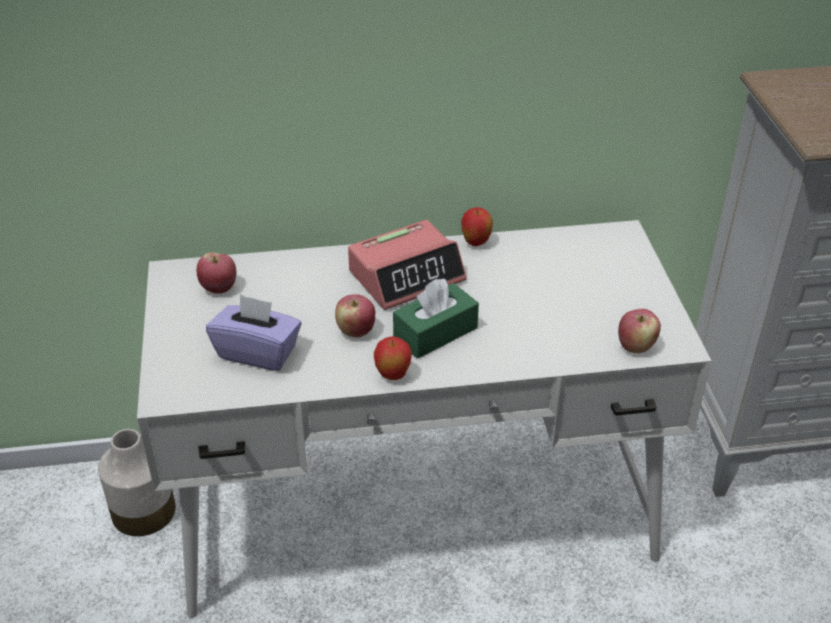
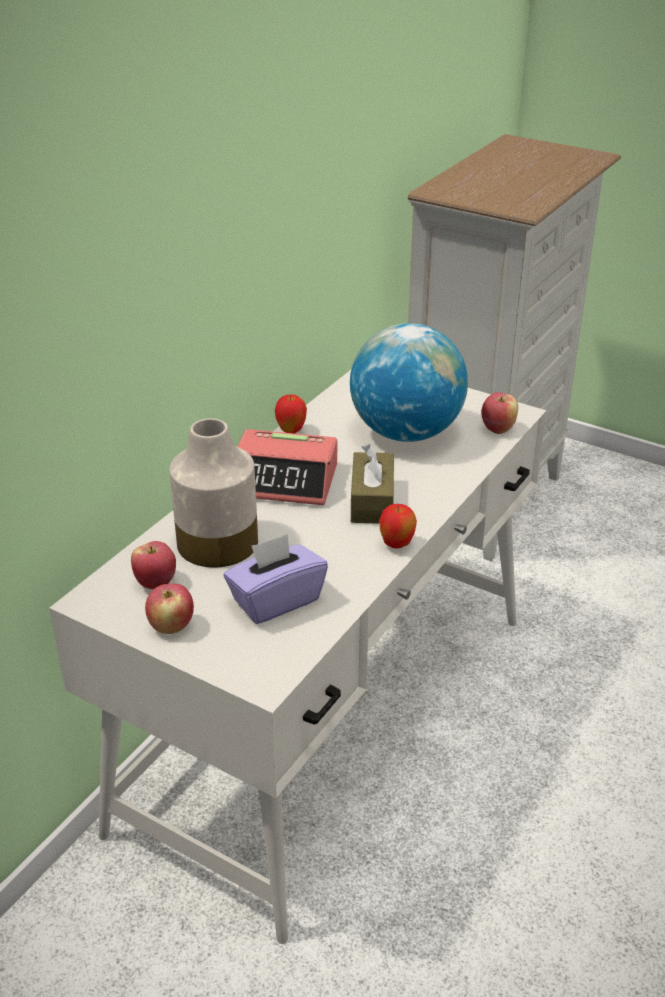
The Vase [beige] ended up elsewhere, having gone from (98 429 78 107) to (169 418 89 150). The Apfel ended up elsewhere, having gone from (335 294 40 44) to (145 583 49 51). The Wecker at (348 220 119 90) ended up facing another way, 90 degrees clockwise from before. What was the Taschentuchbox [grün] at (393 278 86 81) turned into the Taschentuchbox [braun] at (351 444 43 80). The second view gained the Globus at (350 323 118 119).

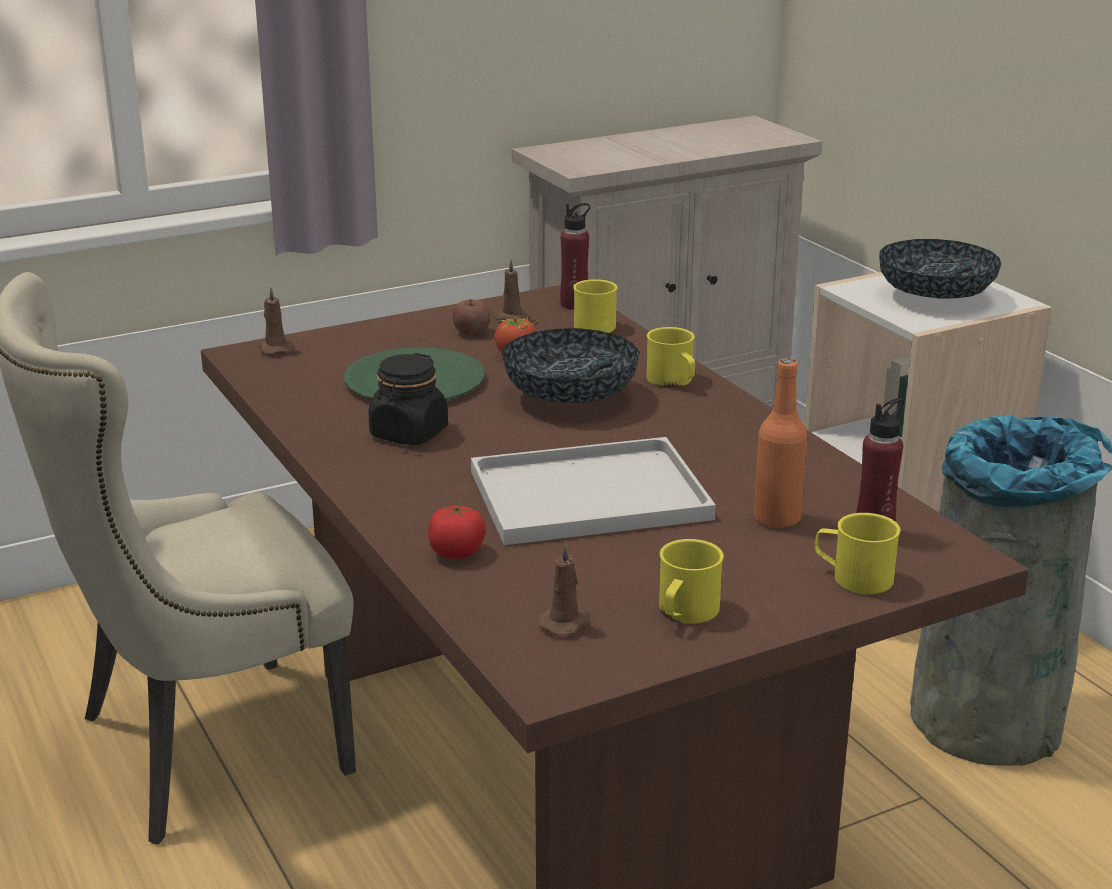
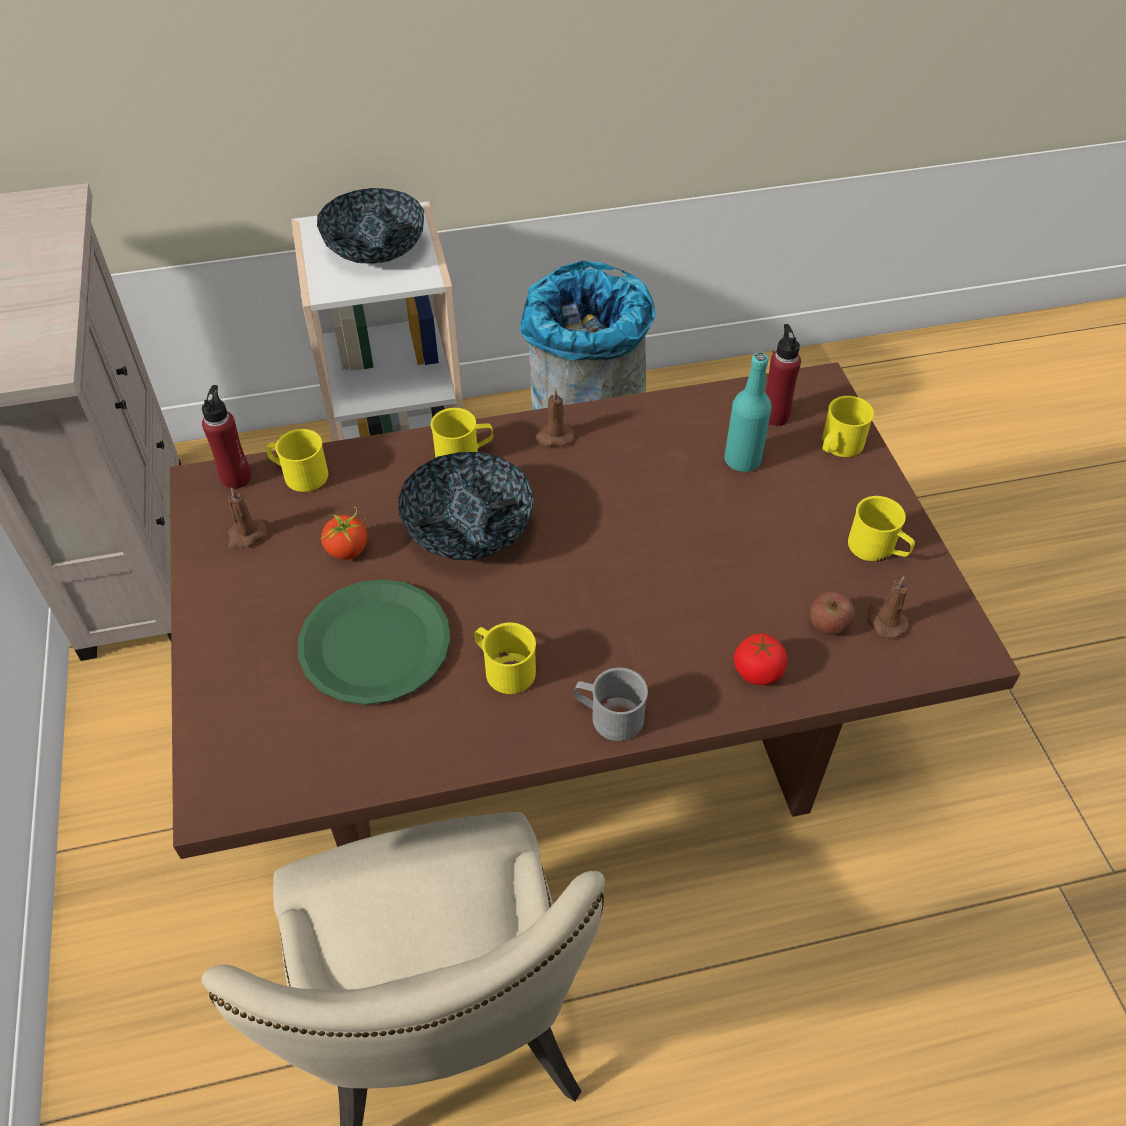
The Kerze [braun] ended up elsewhere, having gone from (259 287 35 68) to (534 388 40 59). Where the Vorratsglas [schwarz] stood at (368 353 80 92), the Henkelbecher [gelb] came to stand at (475 622 61 72). The Apfel ended up elsewhere, having gone from (453 299 38 37) to (810 591 45 44). The second view lost the Tablett [weiß] at (471 437 245 108). What was the Flasche [orange] at (754 358 53 171) turned into the Flasche [türkis] at (724 352 48 120). The second view gained the Henkelbecher [grau] at (575 667 73 74).

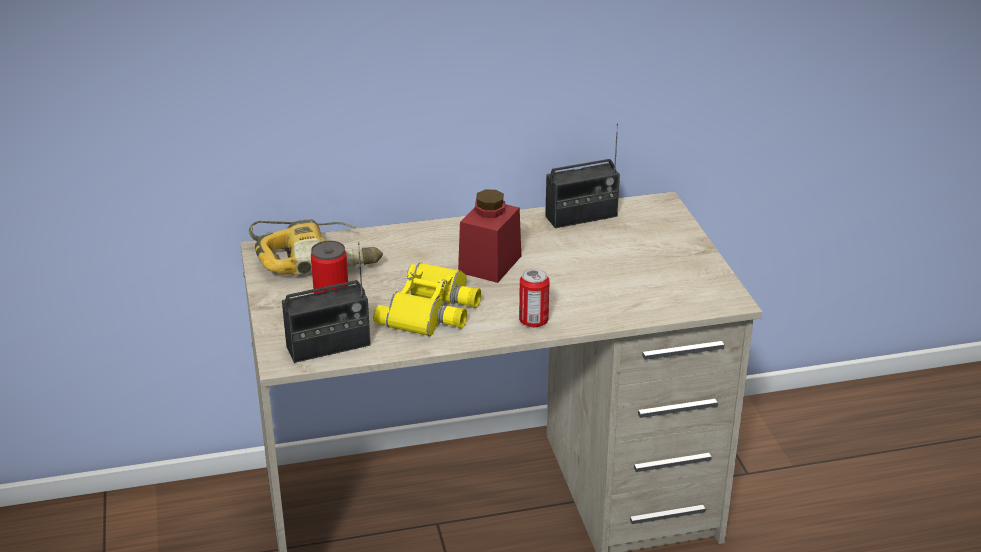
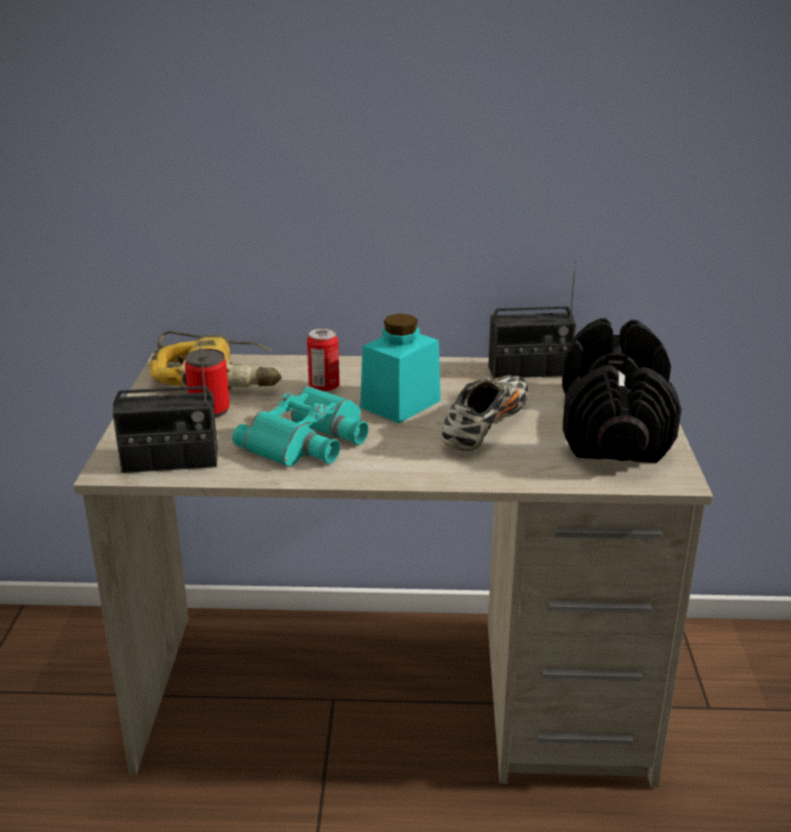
What was the Fernglas [gelb] at (374 262 107 74) turned into the Fernglas [türkis] at (232 386 137 81). What was the Vorratsglas [rot] at (458 189 63 94) turned into the Vorratsglas [türkis] at (360 314 81 109). The Dose ended up elsewhere, having gone from (519 268 31 59) to (307 328 33 64). The second view gained the Schuh at (441 375 88 76). The second view gained the Hantel [schwarz] at (562 318 119 145).

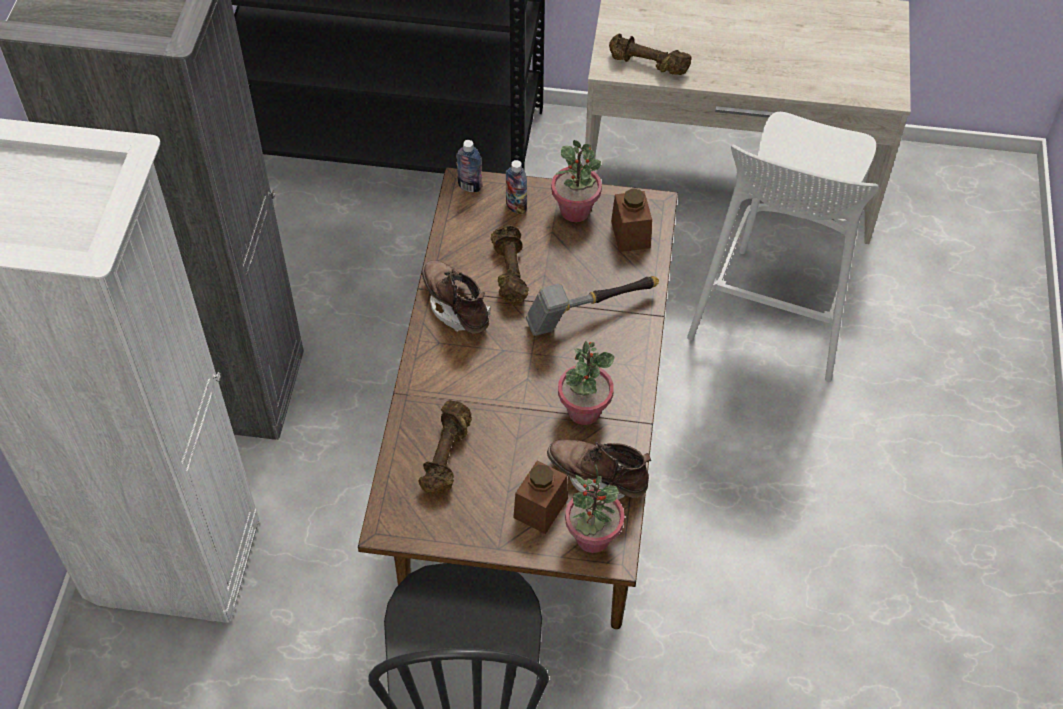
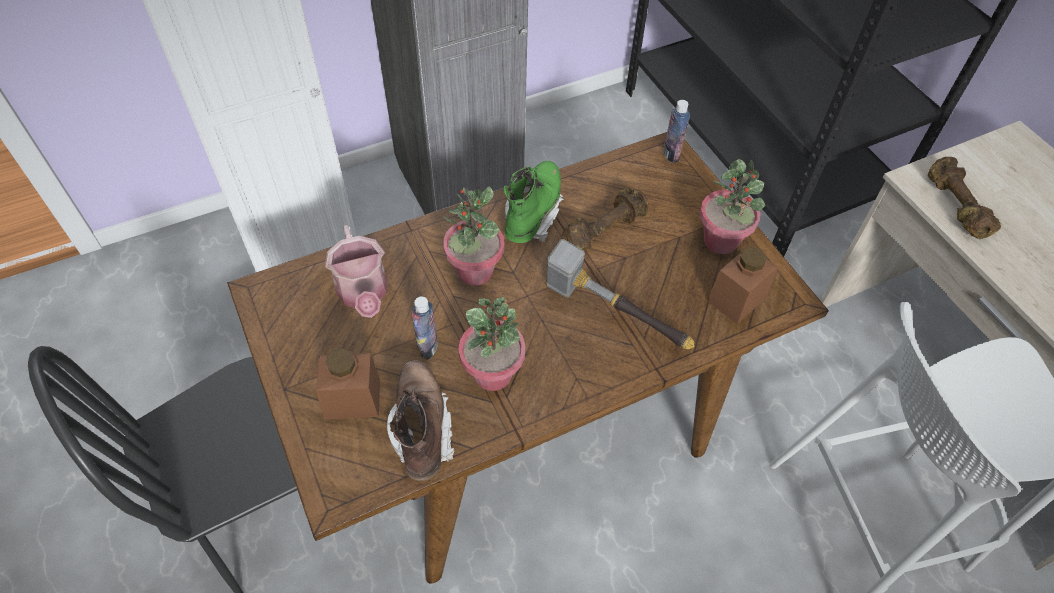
Where the Hantel [braun] stood at (418 400 54 94), the Gießkanne came to stand at (325 225 63 93). What was the Stiefel [braun] at (422 260 70 74) turned into the Stiefel [grün] at (503 161 61 82). The Flasche ended up elsewhere, having gone from (506 160 21 54) to (412 296 26 64). The Topfpflanze ended up elsewhere, having gone from (565 464 60 89) to (443 187 61 99).

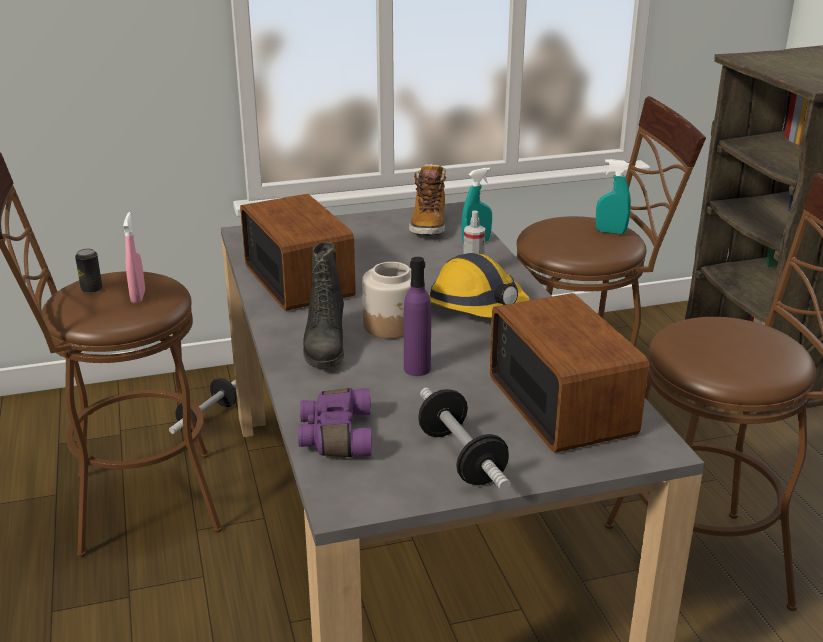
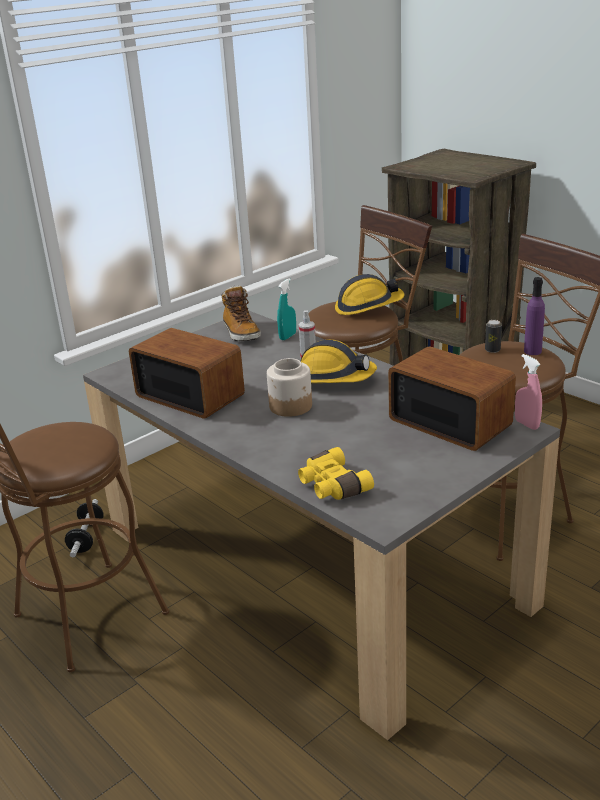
The Dose ended up elsewhere, having gone from (75 249 27 45) to (485 320 17 33). The Sprühflasche [rosa] ended up elsewhere, having gone from (123 212 22 91) to (515 354 27 76). What was the Fernglas [lila] at (298 388 74 69) turned into the Fernglas [gelb] at (298 447 76 53). The second view lost the Stiefel [schwarz] at (303 242 41 127). The Flasche [lila] ended up elsewhere, having gone from (404 257 27 119) to (524 277 21 78). The second view lost the Hantel at (418 388 93 103). Where the Sprühflasche [türkis] stood at (596 159 35 75), the Schutzhelm came to stand at (335 274 69 41).

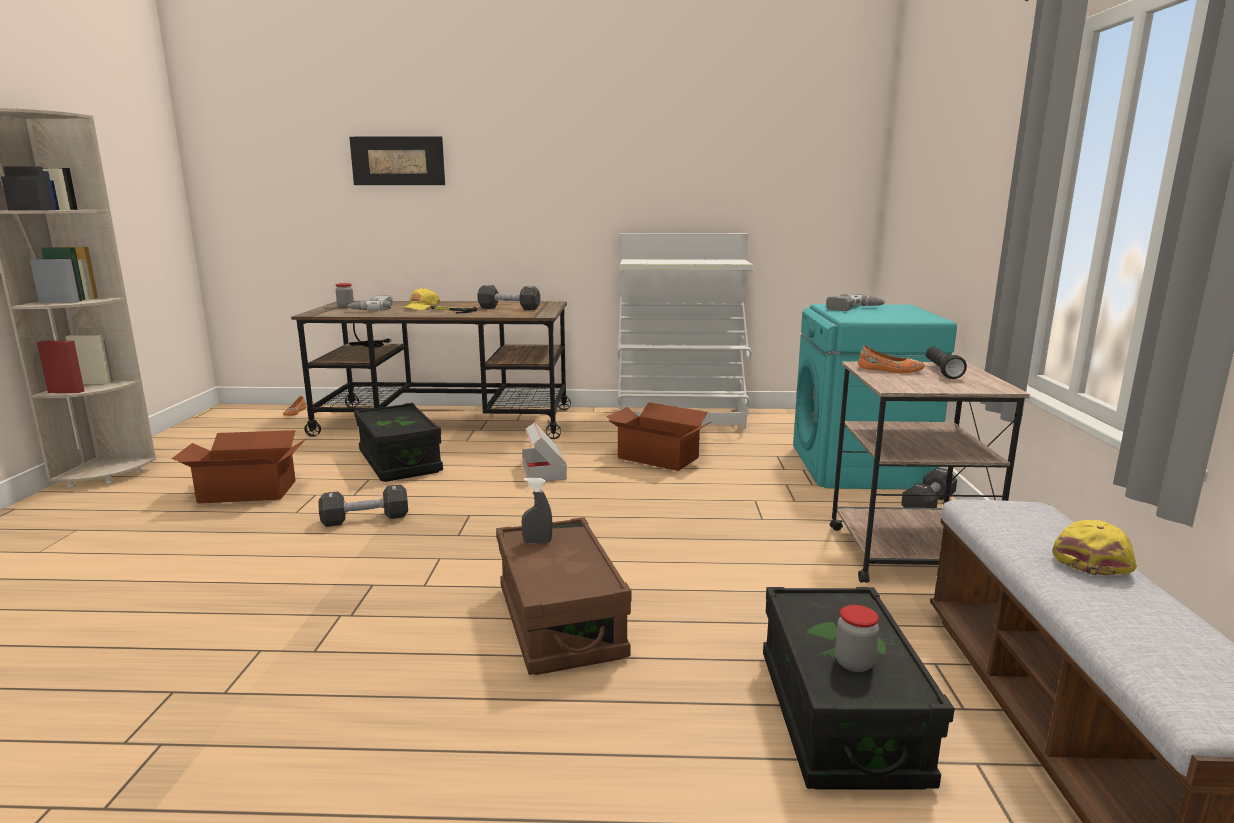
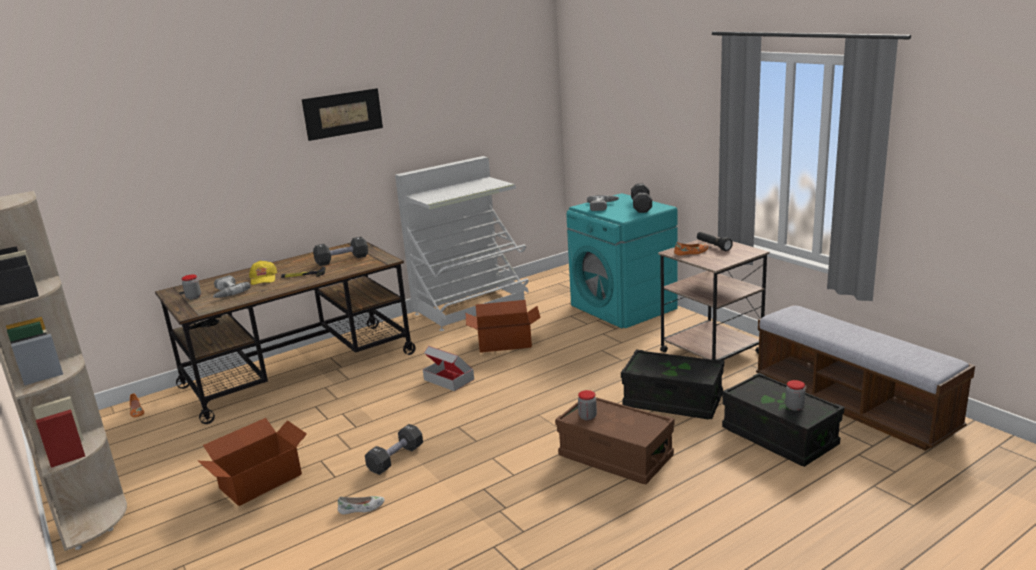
The Bild ended up elsewhere, having gone from (349 136 96 49) to (301 88 82 53). The Aufbewahrungsbox [schwarz] ended up elsewhere, having gone from (354 403 89 79) to (621 349 103 70). Where the Sprühflasche [grau] stood at (522 478 30 66), the Vorratsglas came to stand at (578 390 19 31). The Hantel [schwarz] ended up elsewhere, having gone from (901 467 56 41) to (631 184 21 29). The second view lost the Kappe [gelb] at (1052 520 85 56). The second view gained the Schuh [weiß] at (338 496 47 18).

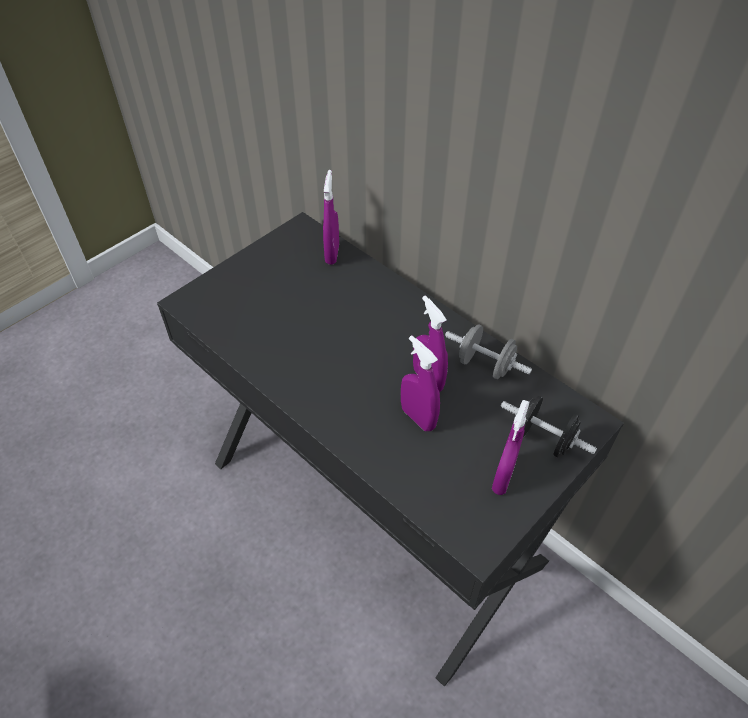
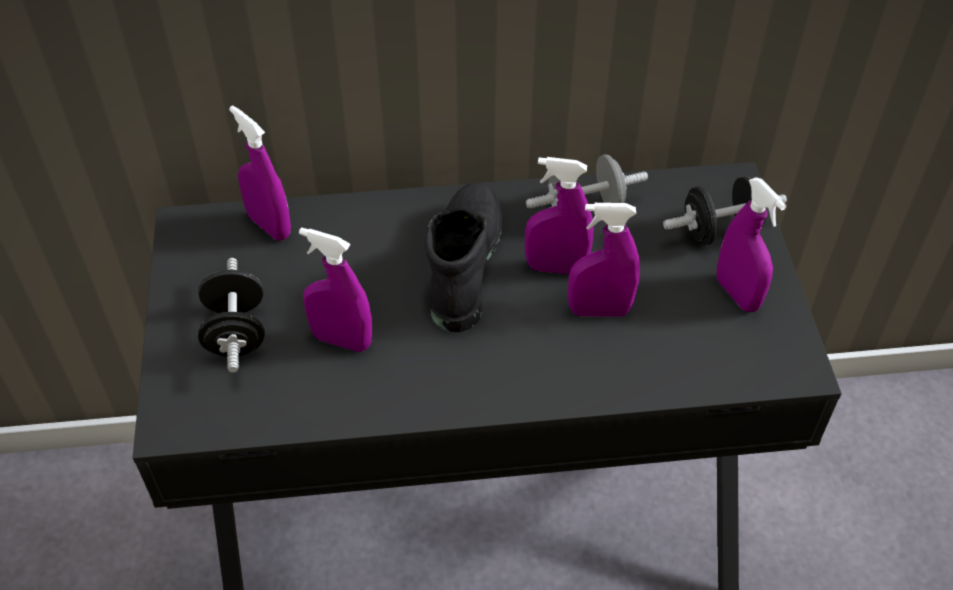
The second view gained the Hantel [schwarz] at (198 258 67 114). The second view gained the Sprühflasche [lila] at (299 228 73 124). The second view gained the Stiefel [schwarz] at (425 183 78 149).

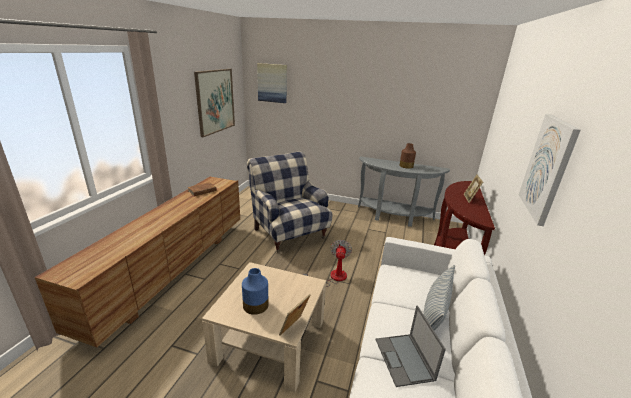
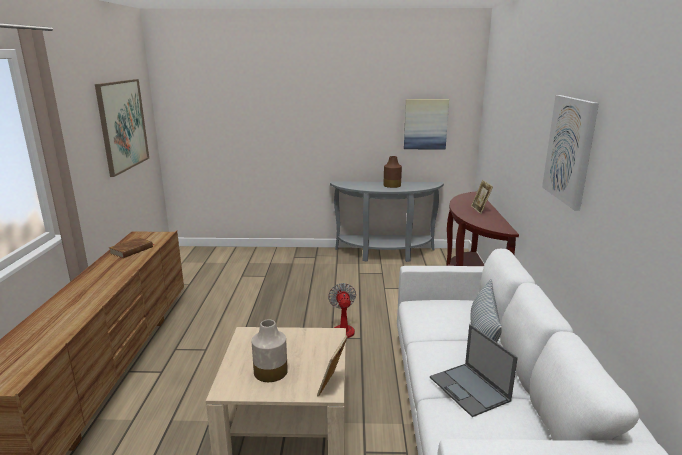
What was the Vase [blau] at (242 268 27 47) turned into the Vase [beige] at (252 319 36 63). The second view lost the Sessel at (247 152 85 100). The Bild ended up elsewhere, having gone from (257 63 30 40) to (404 99 45 50).

